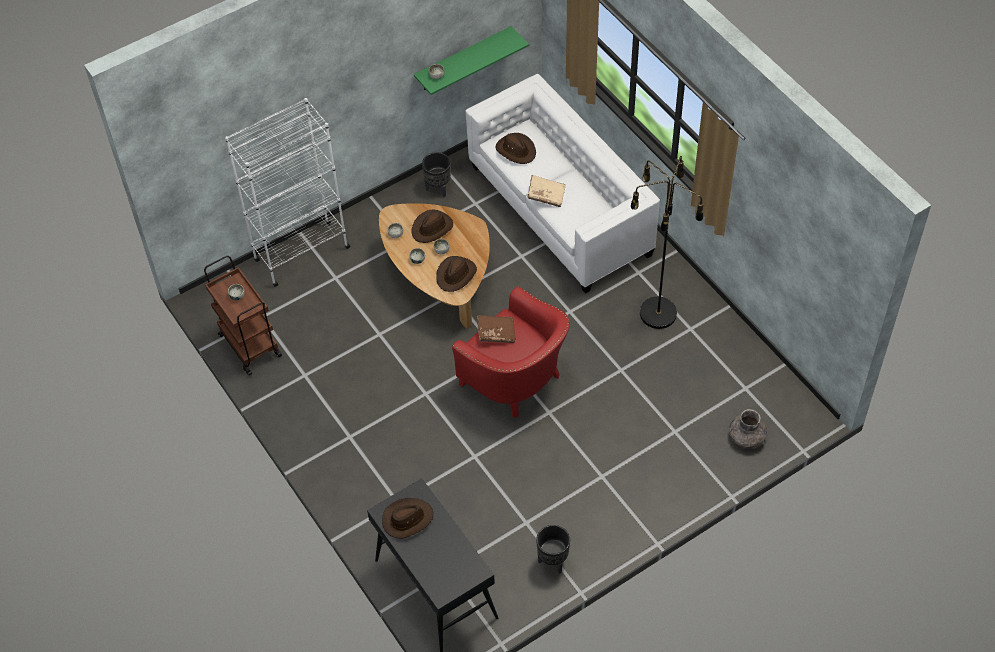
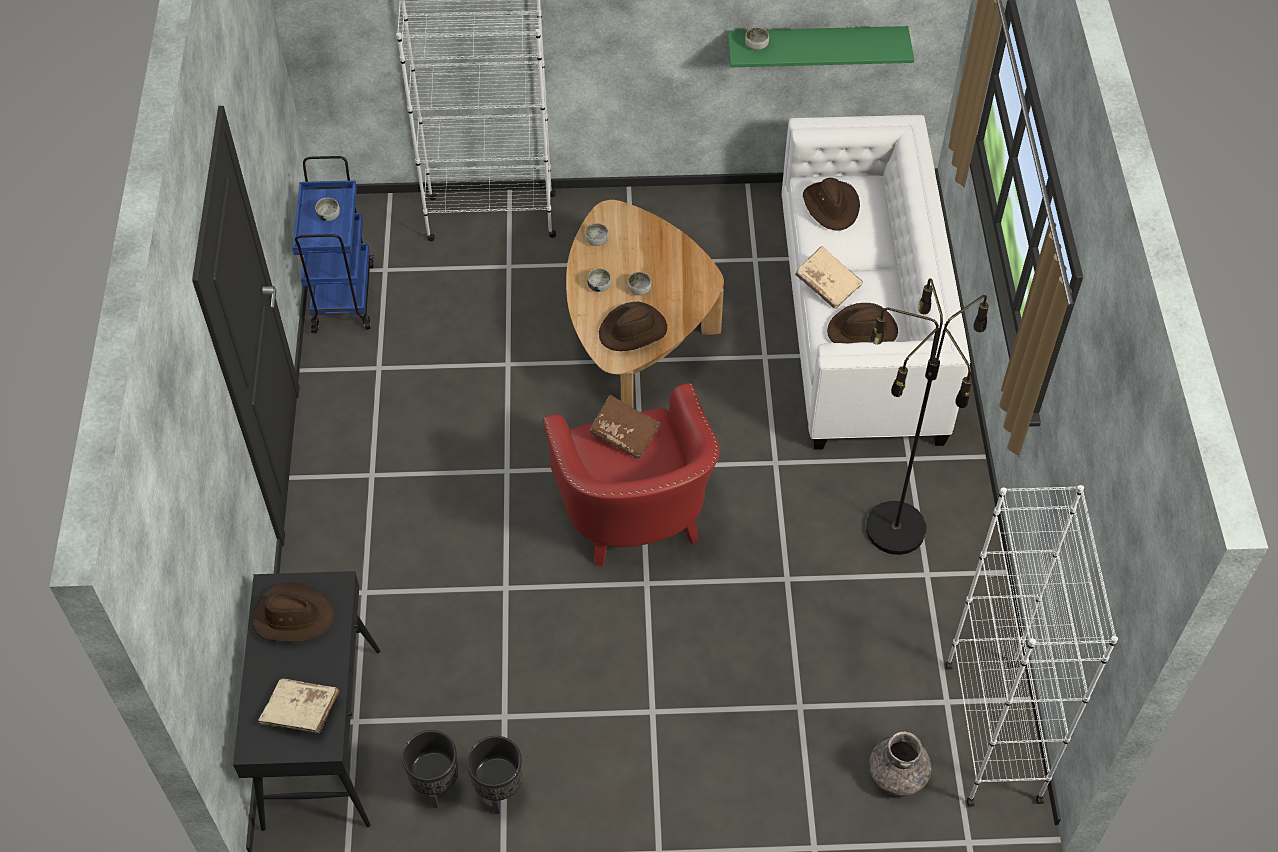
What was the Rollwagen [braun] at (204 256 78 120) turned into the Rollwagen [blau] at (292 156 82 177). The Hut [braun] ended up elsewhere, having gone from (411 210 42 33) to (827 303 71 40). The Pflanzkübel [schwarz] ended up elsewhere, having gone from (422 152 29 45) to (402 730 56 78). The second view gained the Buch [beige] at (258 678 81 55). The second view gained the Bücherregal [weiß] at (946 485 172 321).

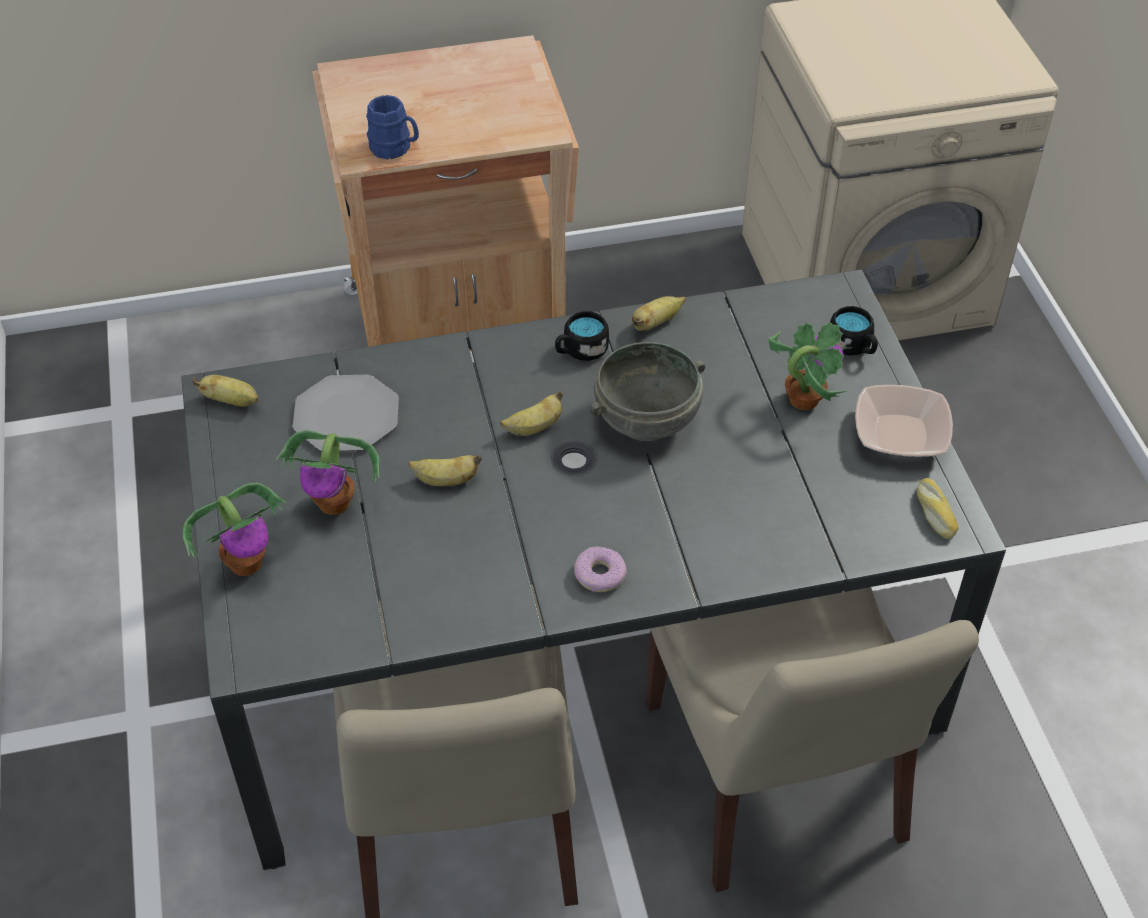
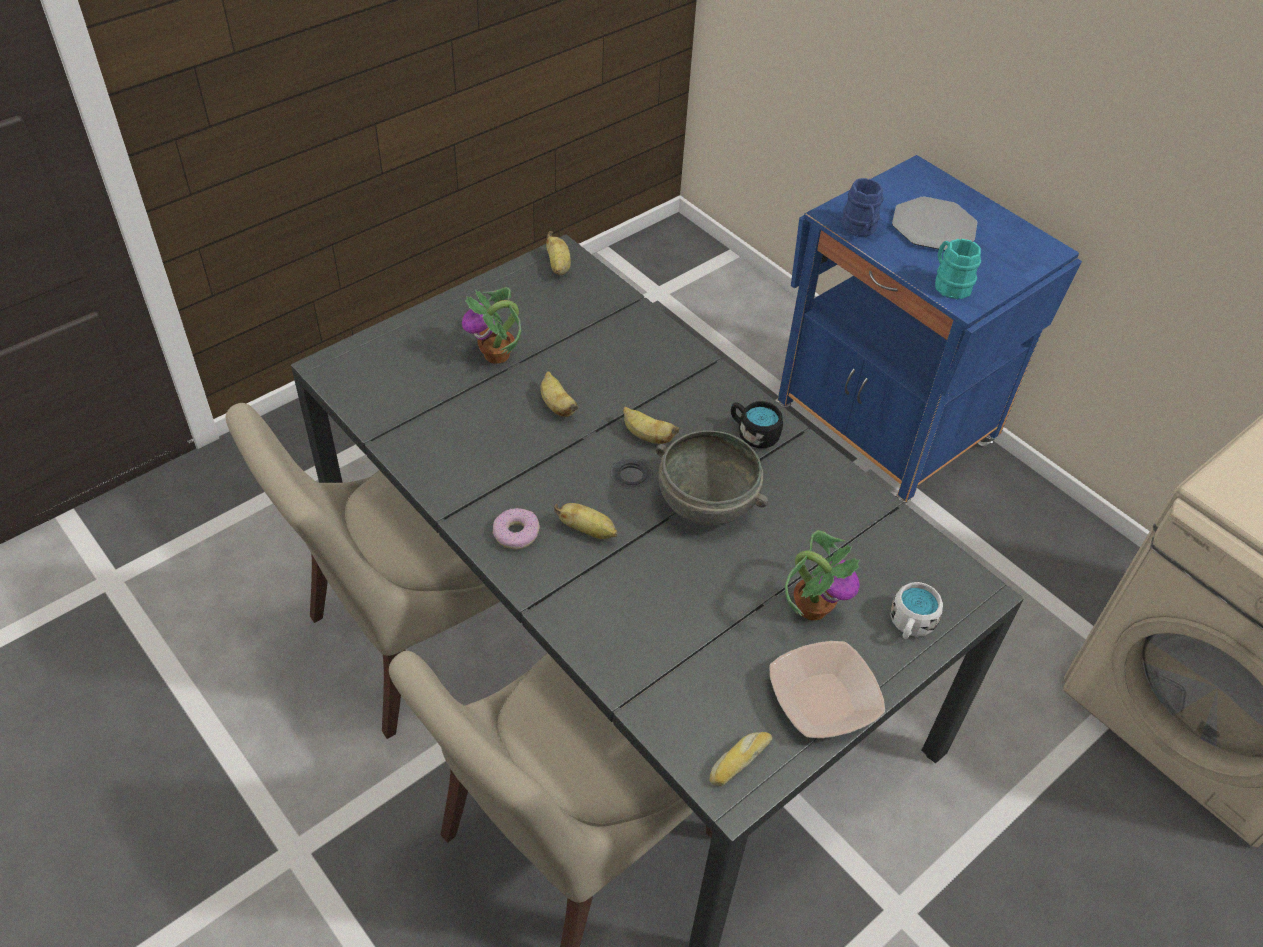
The second view lost the Topfpflanze at (182 483 105 93). The Teller ended up elsewhere, having gone from (293 375 106 76) to (892 197 85 54). What was the Rollwagen [braun] at (312 35 267 316) turned into the Rollwagen [blau] at (775 155 307 349). The Banane ended up elsewhere, having gone from (632 296 54 35) to (554 503 63 36). What was the Henkelbecher [schwarz] at (830 306 48 50) turned into the Henkelbecher [weiß] at (890 582 53 57). The second view gained the Henkelbecher [türkis] at (935 239 46 60).

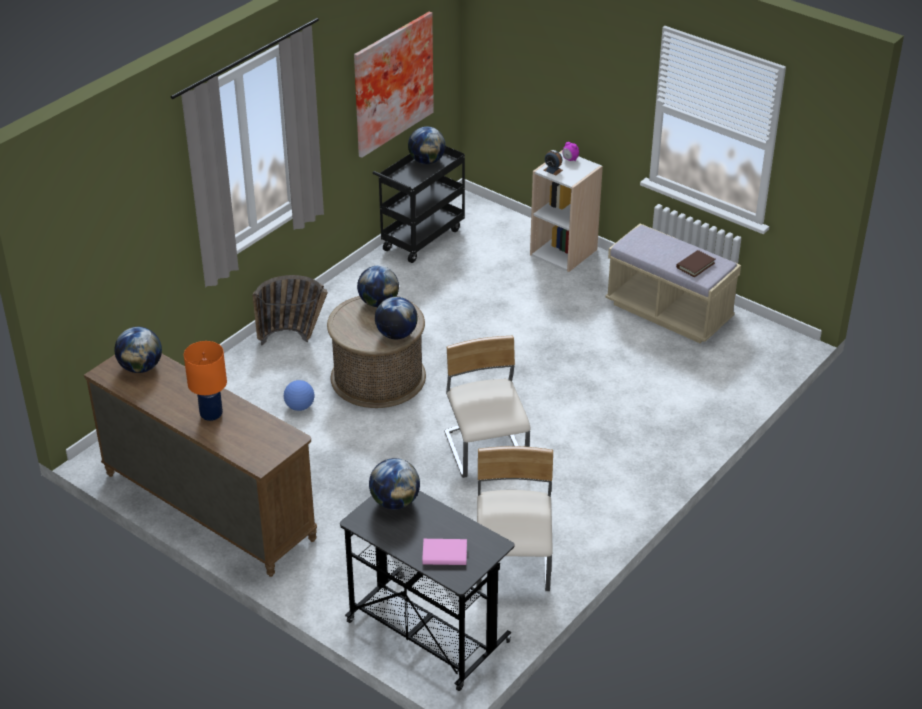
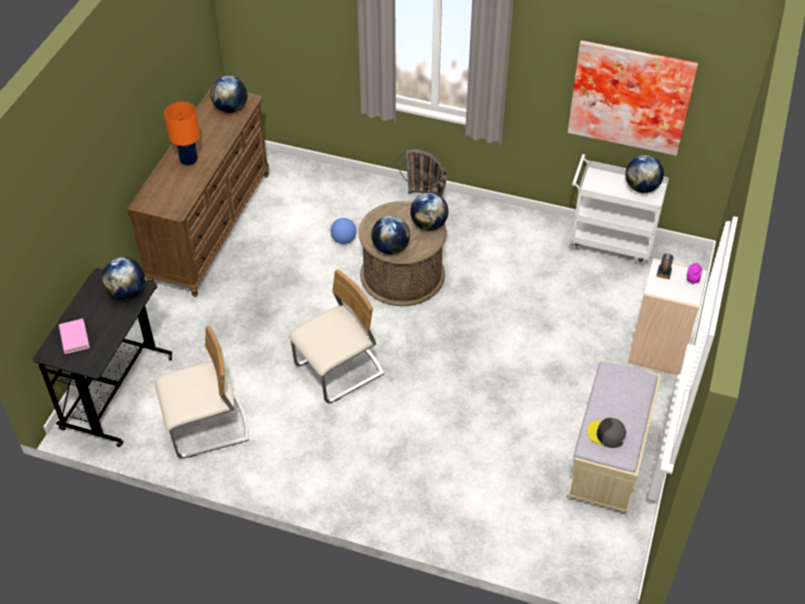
What was the Rollwagen [schwarz] at (373 146 92 117) turned into the Rollwagen [weiß] at (570 154 99 111). Where the Buch [braun] stood at (676 250 40 27), the Kappe [grau] came to stand at (587 418 39 30).

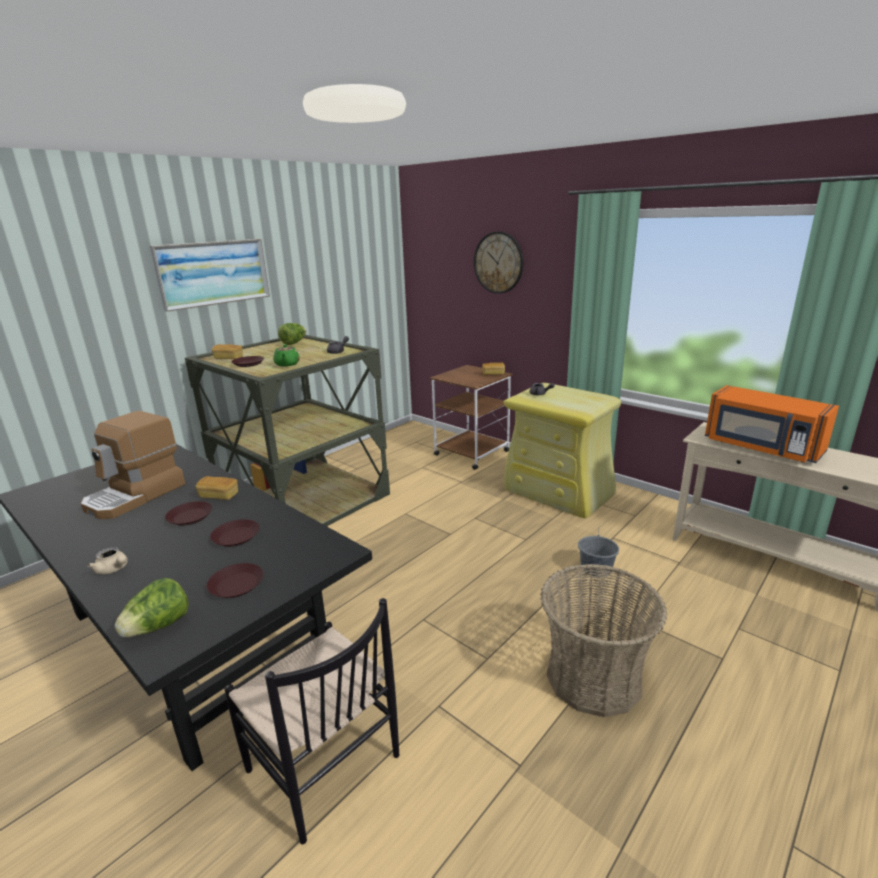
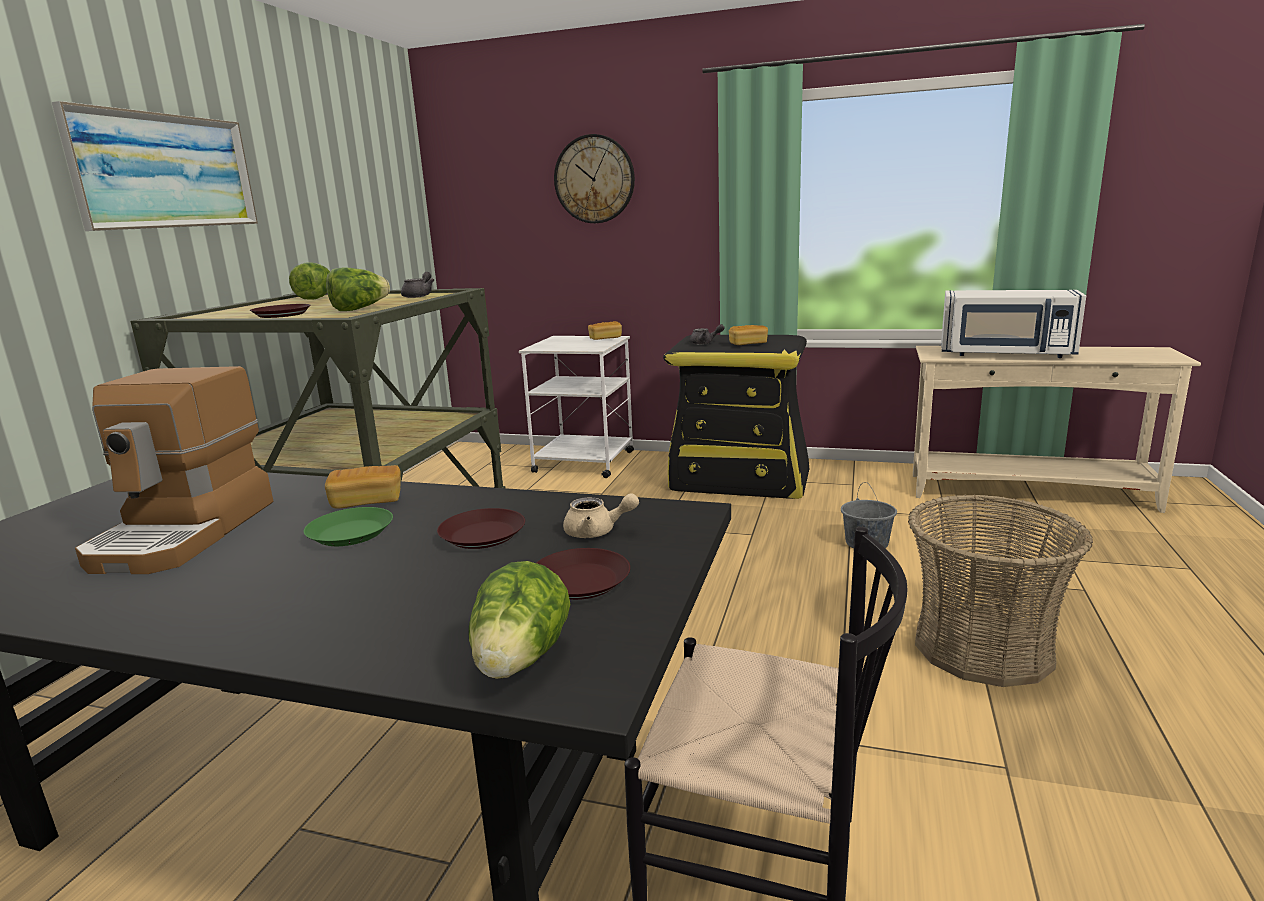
The Teekanne [beige] ended up elsewhere, having gone from (88 547 40 27) to (563 493 76 45). What was the Teller [braun] at (165 501 47 25) turned into the Teller [grün] at (304 507 89 39). The Brot ended up elsewhere, having gone from (212 344 31 15) to (729 325 39 20). Where the Teekanne [grün] stood at (273 344 27 22), the Salatkopf came to stand at (326 267 64 44). What was the Rollwagen [braun] at (430 365 82 105) turned into the Rollwagen [weiß] at (519 336 115 142). What was the Nachttisch [gelb] at (503 383 118 135) turned into the Nachttisch [schwarz] at (663 335 146 164). What was the Mikrowelle [orange] at (705 385 134 78) turned into the Mikrowelle [weiß] at (941 290 145 68).

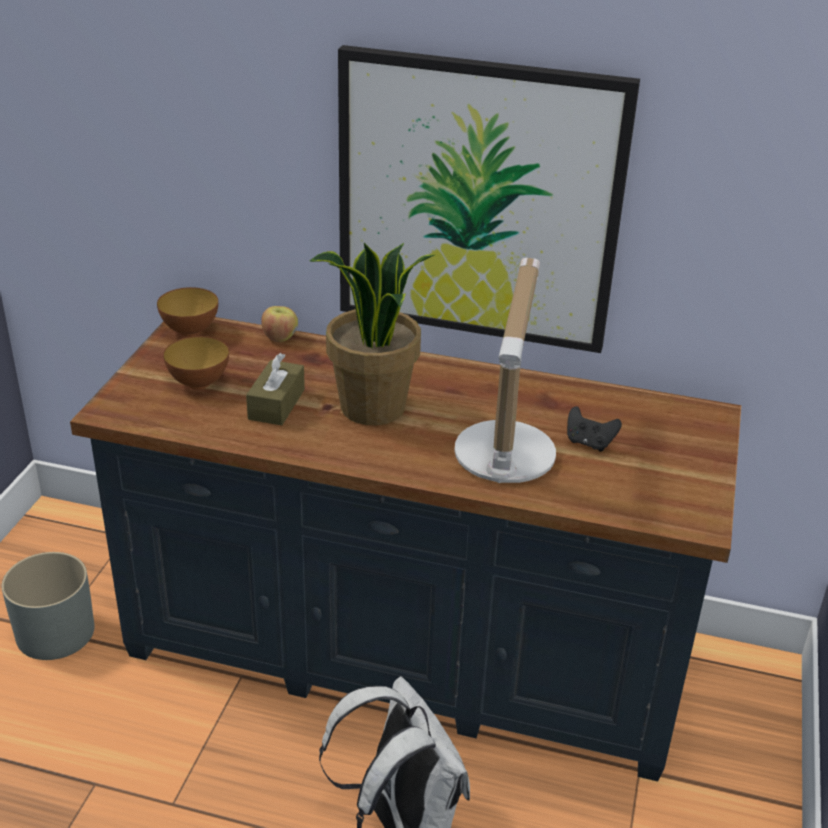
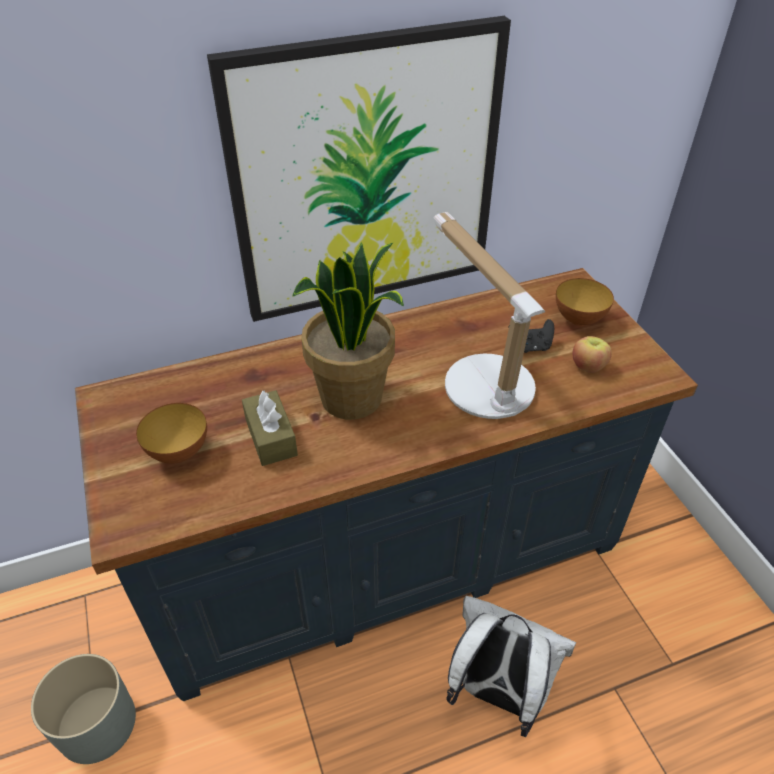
The Schüssel ended up elsewhere, having gone from (157 287 61 49) to (556 278 58 48). The Apfel ended up elsewhere, having gone from (261 306 37 36) to (573 336 39 37).

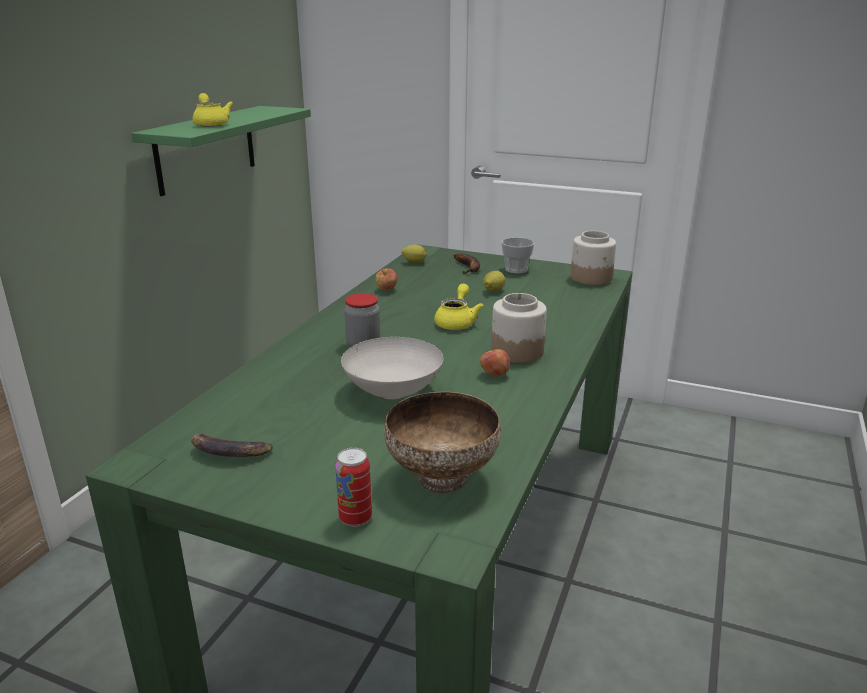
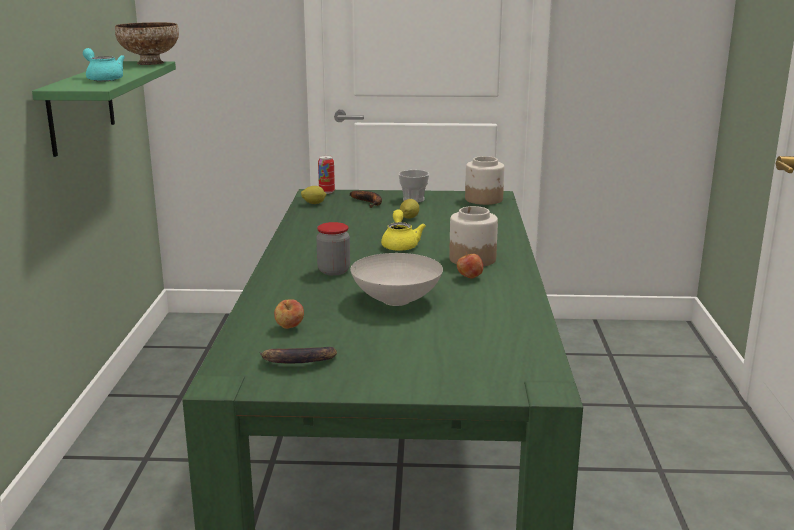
What was the Teekanne [gelb] at (192 93 41 34) turned into the Teekanne [türkis] at (83 48 42 34). The Dose ended up elsewhere, having gone from (335 448 37 79) to (318 155 17 39). The Apfel ended up elsewhere, having gone from (375 268 23 22) to (274 299 30 30). The Schüssel ended up elsewhere, having gone from (384 392 117 101) to (115 22 64 43).

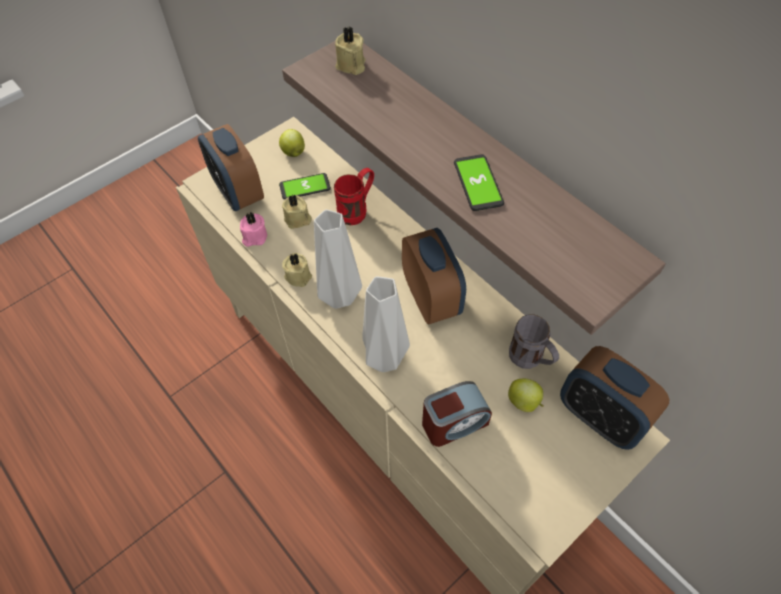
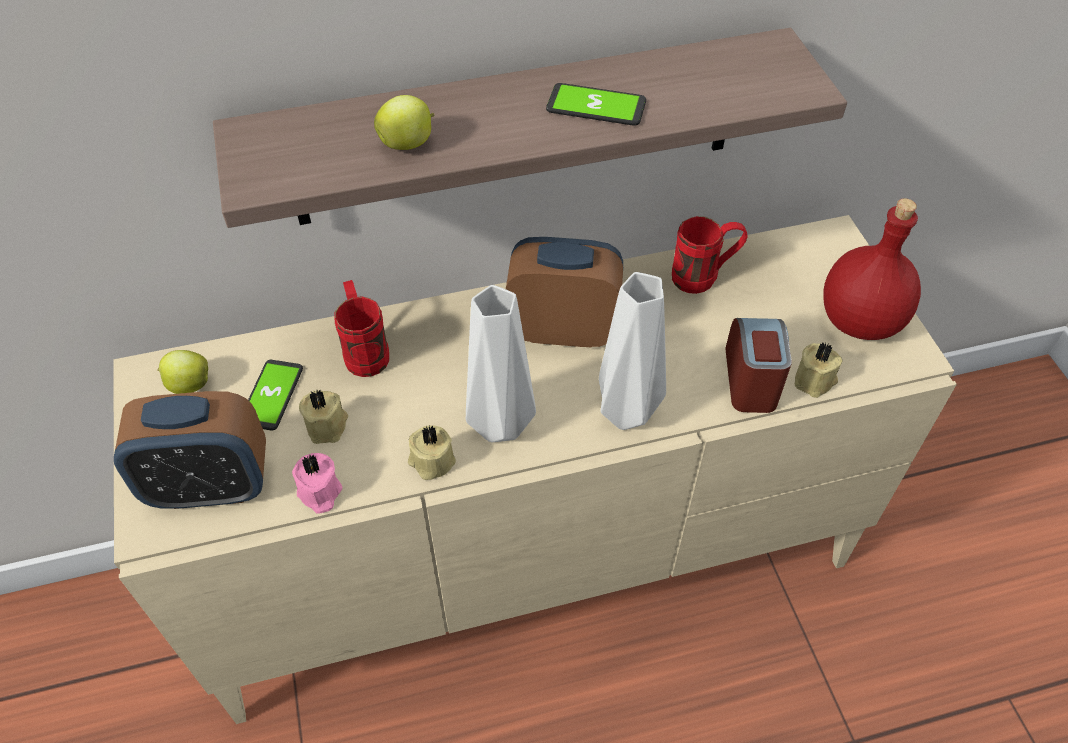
The Kerze [beige] ended up elsewhere, having gone from (335 27 31 48) to (795 342 48 56). The Apfel ended up elsewhere, having gone from (508 379 36 33) to (374 95 60 55). What was the Henkelbecher [grau] at (509 314 50 55) turned into the Henkelbecher [rot] at (672 216 76 78). The second view lost the Wecker at (560 346 109 104). The second view gained the Flasche [rot] at (823 198 98 142).

